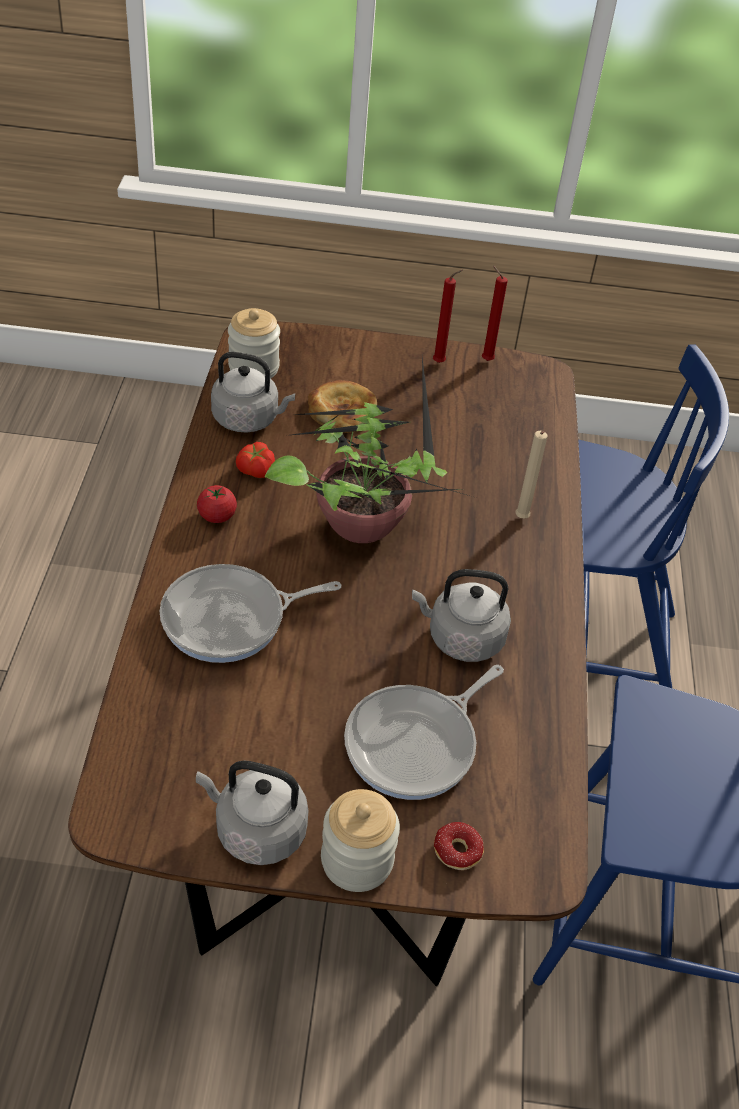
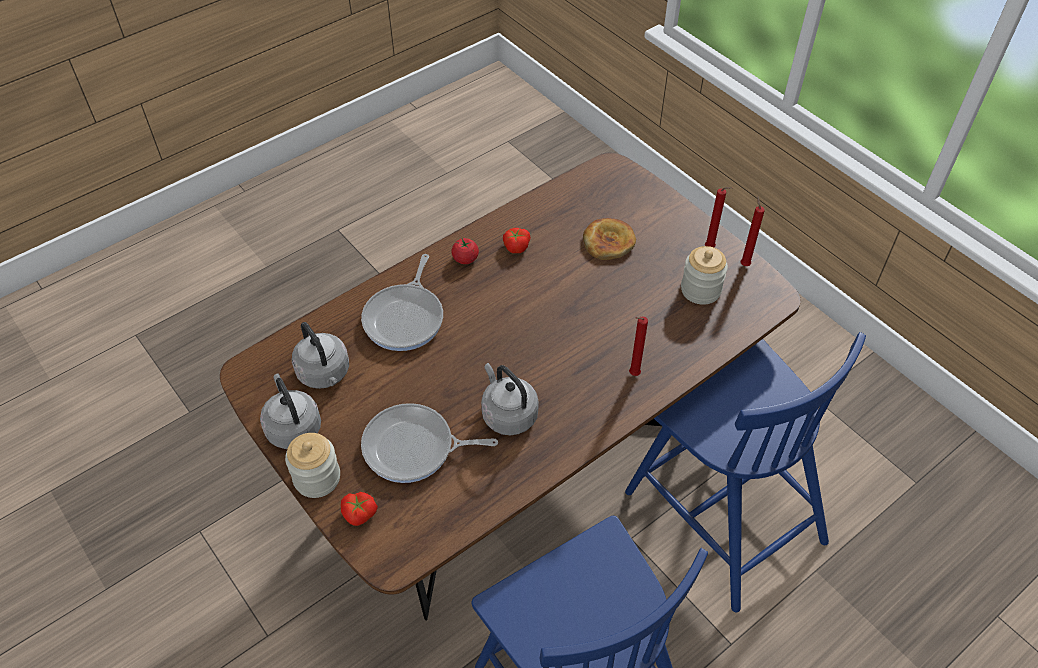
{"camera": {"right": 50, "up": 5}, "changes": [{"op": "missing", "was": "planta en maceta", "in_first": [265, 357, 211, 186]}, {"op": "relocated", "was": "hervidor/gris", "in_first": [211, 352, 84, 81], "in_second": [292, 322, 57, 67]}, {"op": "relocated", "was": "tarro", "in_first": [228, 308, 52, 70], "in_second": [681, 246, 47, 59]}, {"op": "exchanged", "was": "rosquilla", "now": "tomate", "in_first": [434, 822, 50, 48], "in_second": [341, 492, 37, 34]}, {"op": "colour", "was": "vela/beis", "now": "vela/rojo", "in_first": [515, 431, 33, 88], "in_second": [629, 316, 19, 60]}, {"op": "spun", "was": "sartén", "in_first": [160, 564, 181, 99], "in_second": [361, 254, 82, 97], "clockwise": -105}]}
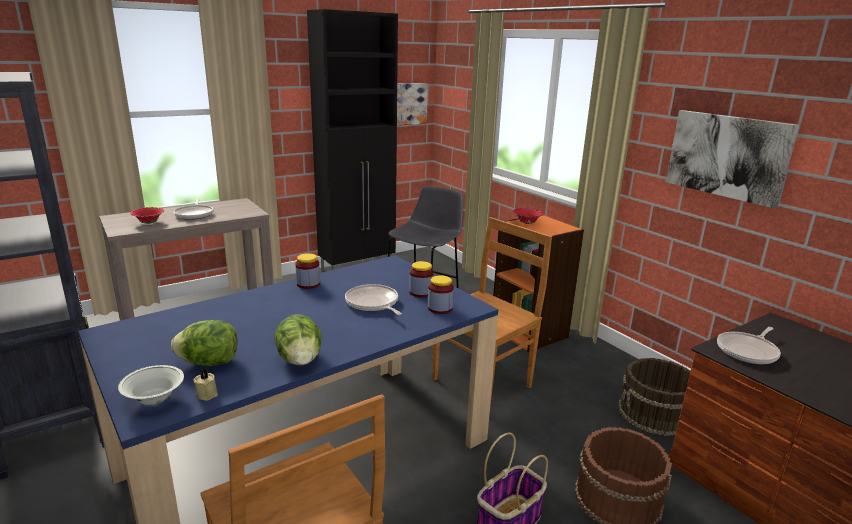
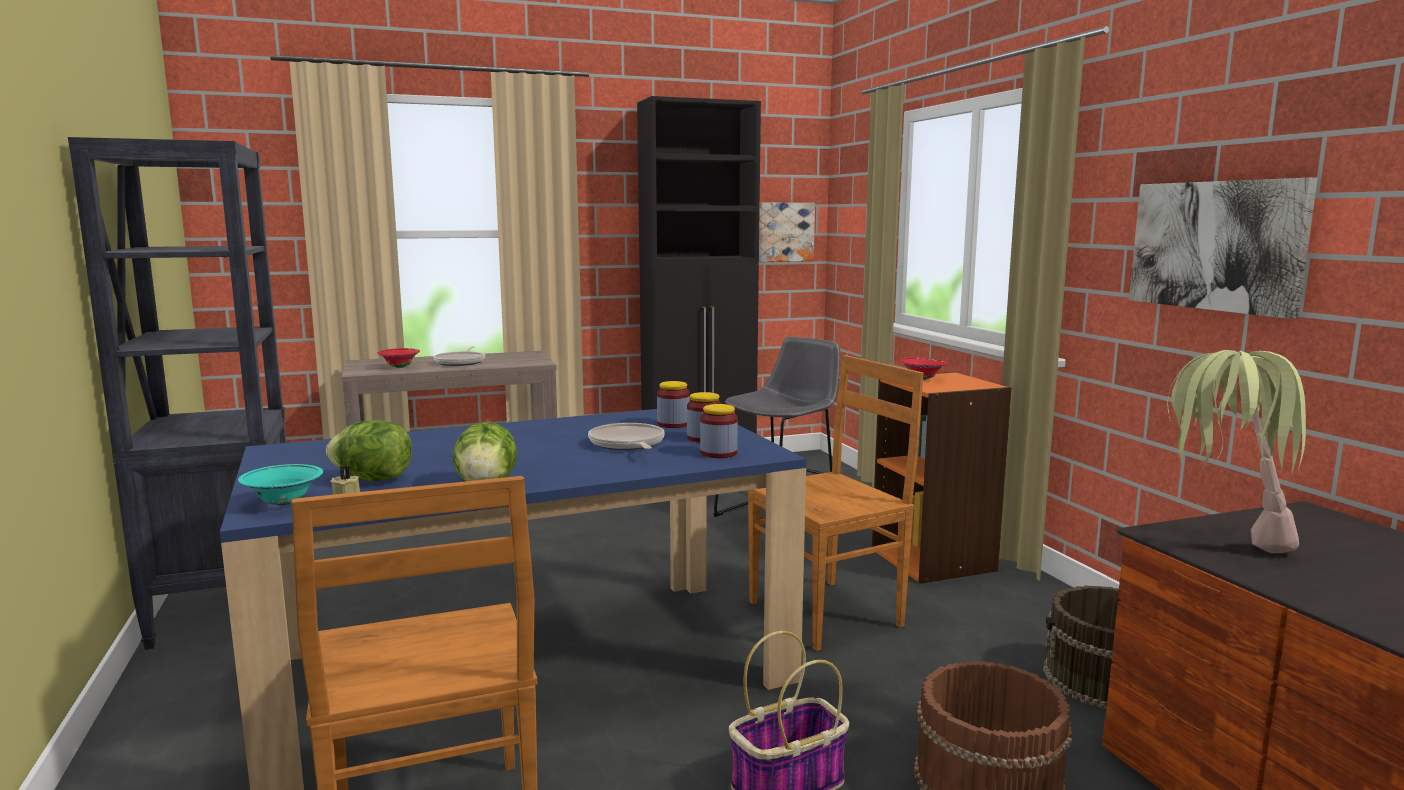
{"camera": {"right": 15, "up": -10}, "changes": [{"op": "relocated", "was": "tarro", "in_first": [295, 253, 25, 36], "in_second": [657, 381, 33, 47]}, {"op": "exchanged", "was": "sartén", "now": "planta en maceta", "in_first": [717, 327, 64, 37], "in_second": [1167, 350, 139, 203]}, {"op": "colour", "was": "cuenco/blanco", "now": "cuenco/turquesa", "in_first": [118, 365, 66, 40], "in_second": [238, 464, 85, 41]}]}
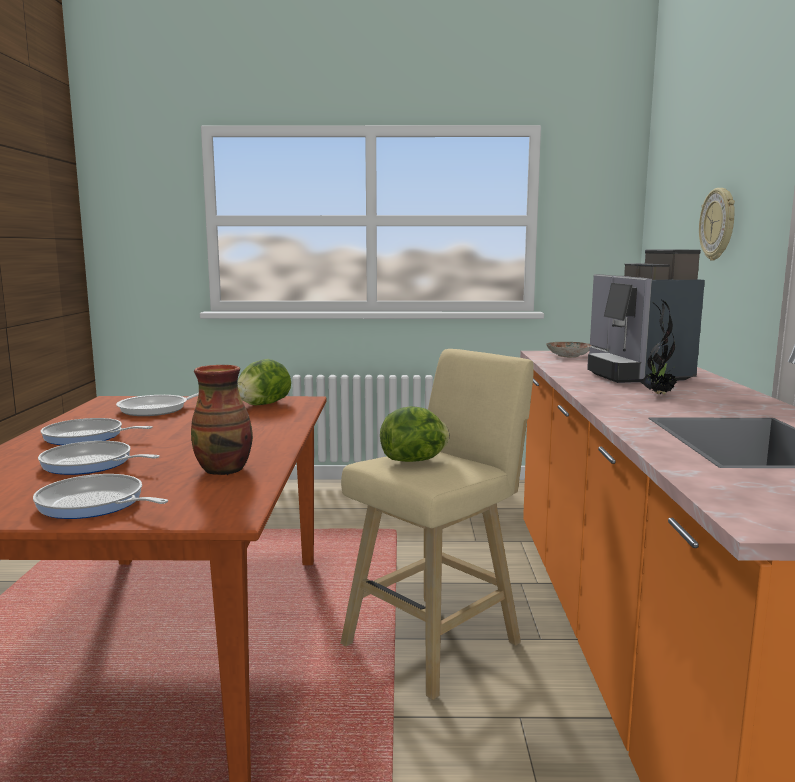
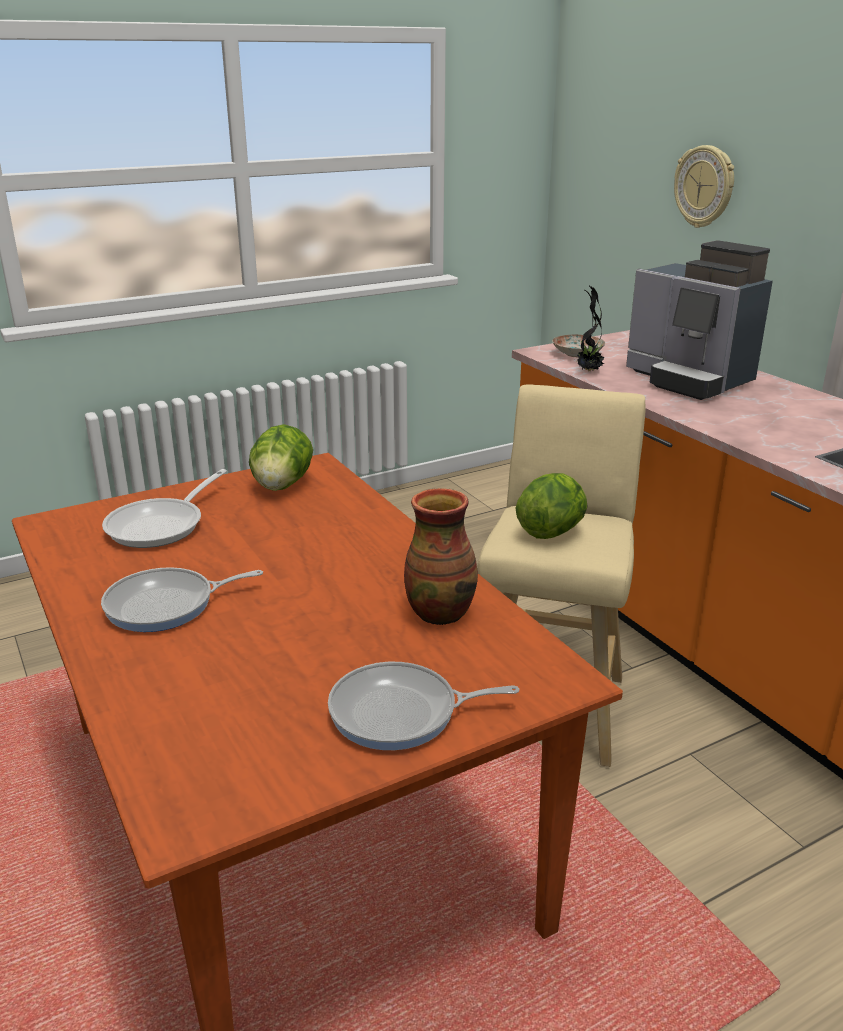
{"camera": {"right": -30, "up": 15}, "changes": [{"op": "missing", "was": "sartén", "in_first": [38, 441, 122, 34]}, {"op": "relocated", "was": "planta en maceta", "in_first": [641, 300, 36, 94], "in_second": [575, 286, 29, 85]}]}
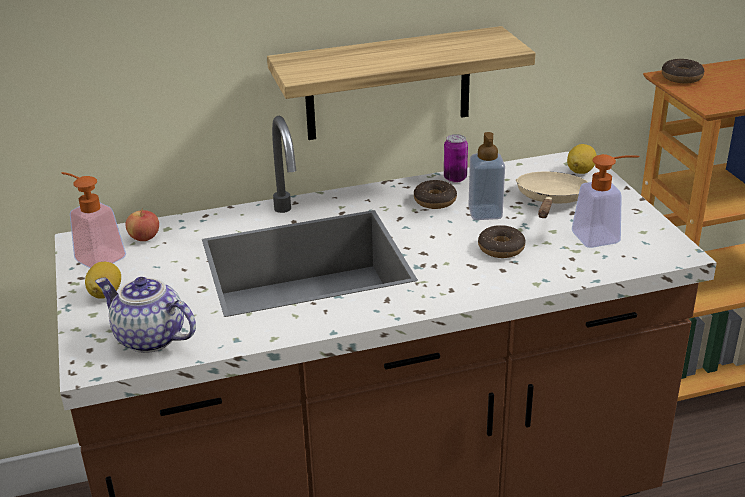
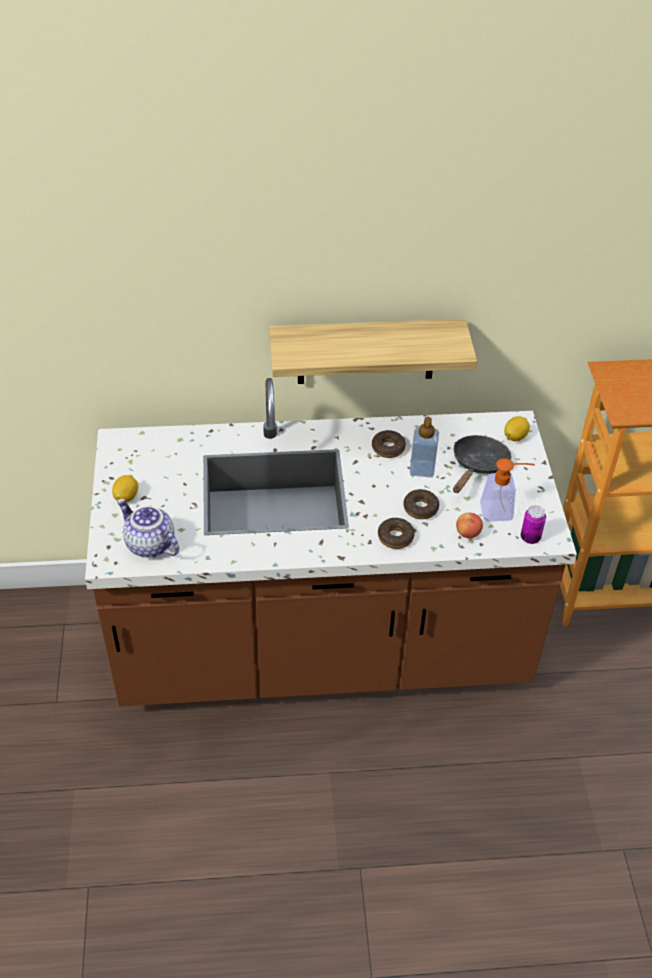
{"camera": {"right": 10, "up": 15}, "changes": [{"op": "missing", "was": "dispensador de jabón", "in_first": [62, 172, 64, 96]}, {"op": "relocated", "was": "manzana", "in_first": [125, 209, 34, 32], "in_second": [456, 512, 27, 26]}, {"op": "relocated", "was": "lata", "in_first": [444, 134, 24, 49], "in_second": [521, 505, 25, 39]}, {"op": "relocated", "was": "rosquilla", "in_first": [662, 58, 42, 25], "in_second": [378, 518, 37, 31]}, {"op": "colour", "was": "sartén/beis", "now": "sartén/negro", "in_first": [516, 172, 72, 46], "in_second": [453, 435, 58, 58]}]}
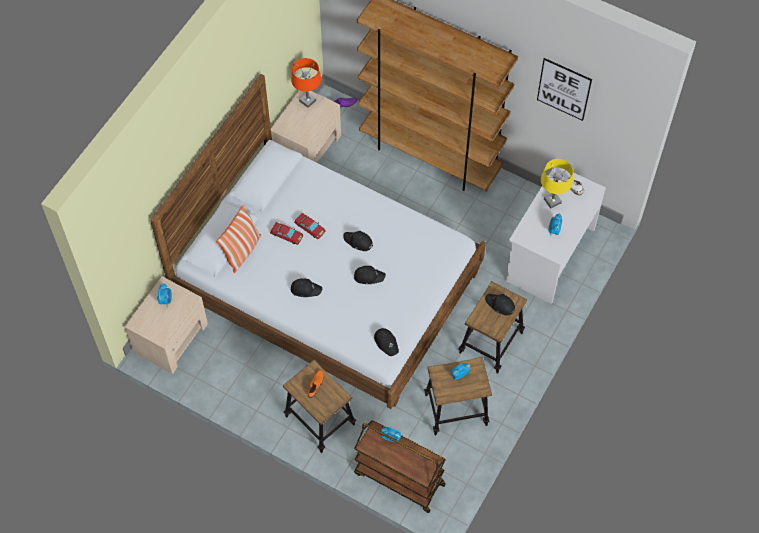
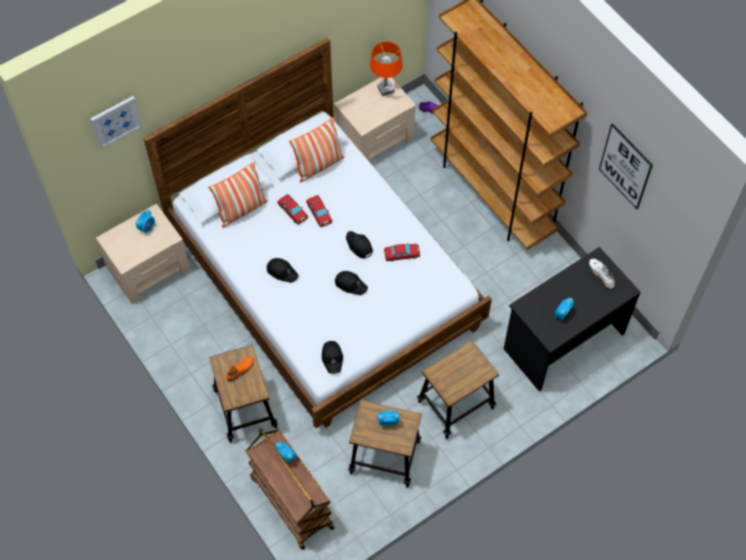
{"camera": {"right": 25, "up": 0}, "changes": [{"op": "missing", "was": "gorra/negro", "in_first": [486, 294, 29, 22]}, {"op": "missing", "was": "lámpara de mesa/amarillo", "in_first": [541, 159, 32, 50]}, {"op": "appeared", "now": "cuadro", "in_second": [90, 96, 52, 53]}, {"op": "appeared", "now": "cojín", "in_second": [289, 117, 56, 65]}, {"op": "appeared", "now": "coche de juguete/rojo", "in_second": [384, 243, 36, 18]}, {"op": "colour", "was": "escritorio/blanco", "now": "escritorio/negro", "in_first": [506, 167, 100, 137], "in_second": [504, 247, 137, 145]}]}
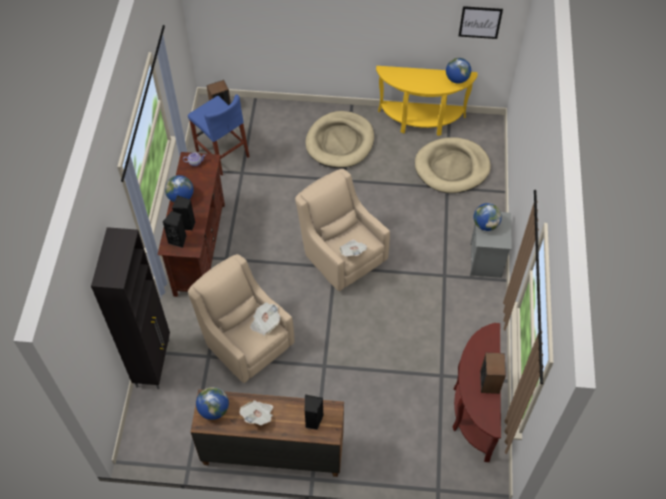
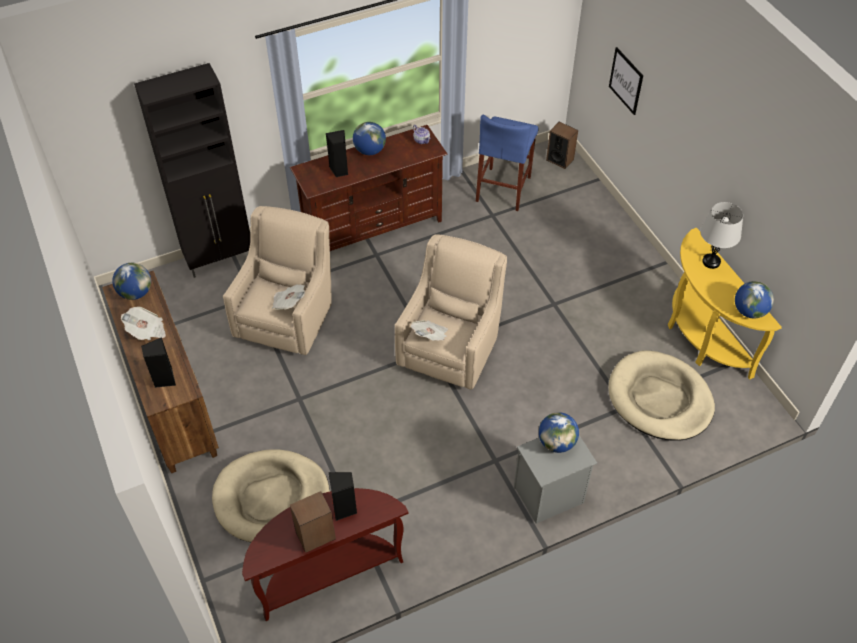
{"camera": {"right": 60, "up": -5}, "changes": [{"op": "appeared", "now": "lámpara de mesa/gris", "in_second": [700, 202, 43, 67]}, {"op": "relocated", "was": "altavoz/negro", "in_first": [163, 211, 23, 37], "in_second": [329, 472, 28, 49]}, {"op": "relocated", "was": "cama para perro/beis", "in_first": [305, 111, 69, 57], "in_second": [212, 450, 118, 92]}, {"op": "relocated", "was": "cuadro", "in_first": [459, 6, 44, 33], "in_second": [609, 47, 34, 68]}]}
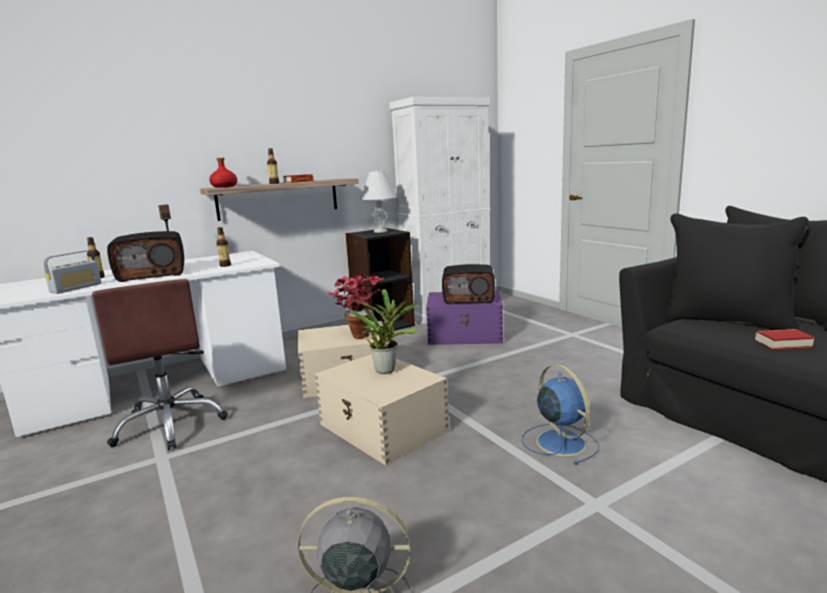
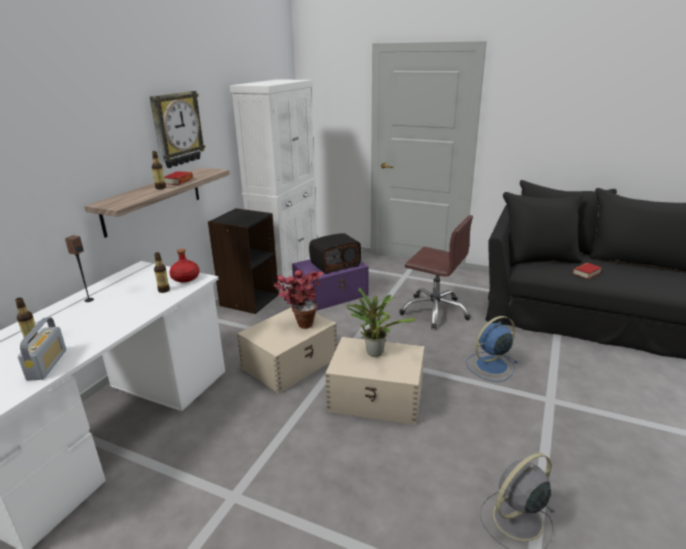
{"camera": {"right": -35, "up": 10}, "changes": [{"op": "missing", "was": "radio", "in_first": [107, 231, 77, 51]}, {"op": "missing", "was": "lámpara de mesa/blanco", "in_first": [360, 170, 37, 63]}, {"op": "appeared", "now": "reloj de pared", "in_second": [150, 91, 55, 77]}, {"op": "relocated", "was": "silla de oficina/marrón", "in_first": [92, 279, 136, 171], "in_second": [399, 215, 74, 115]}, {"op": "relocated", "was": "botella/rojo", "in_first": [209, 158, 28, 30], "in_second": [169, 249, 31, 34]}, {"op": "spun", "was": "ventilador/azul", "in_first": [522, 364, 77, 101], "in_second": [466, 316, 52, 66], "clockwise": -60}]}
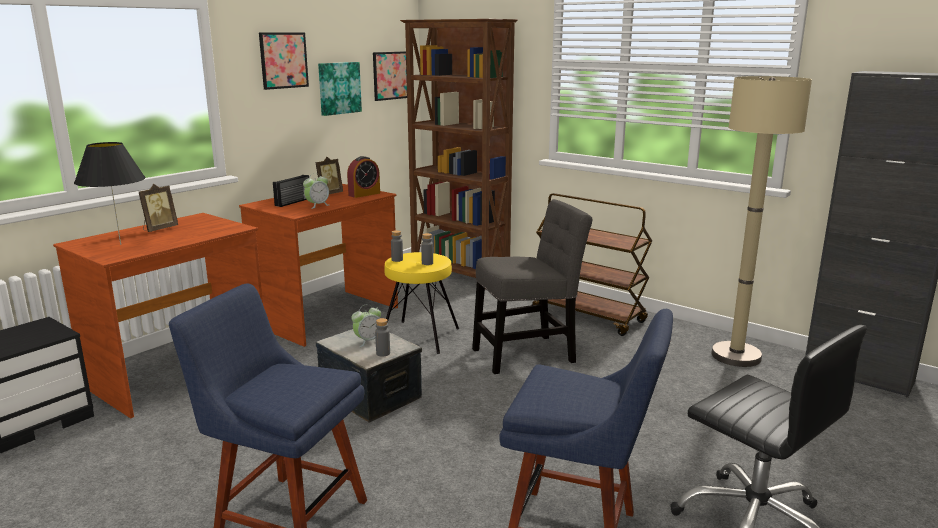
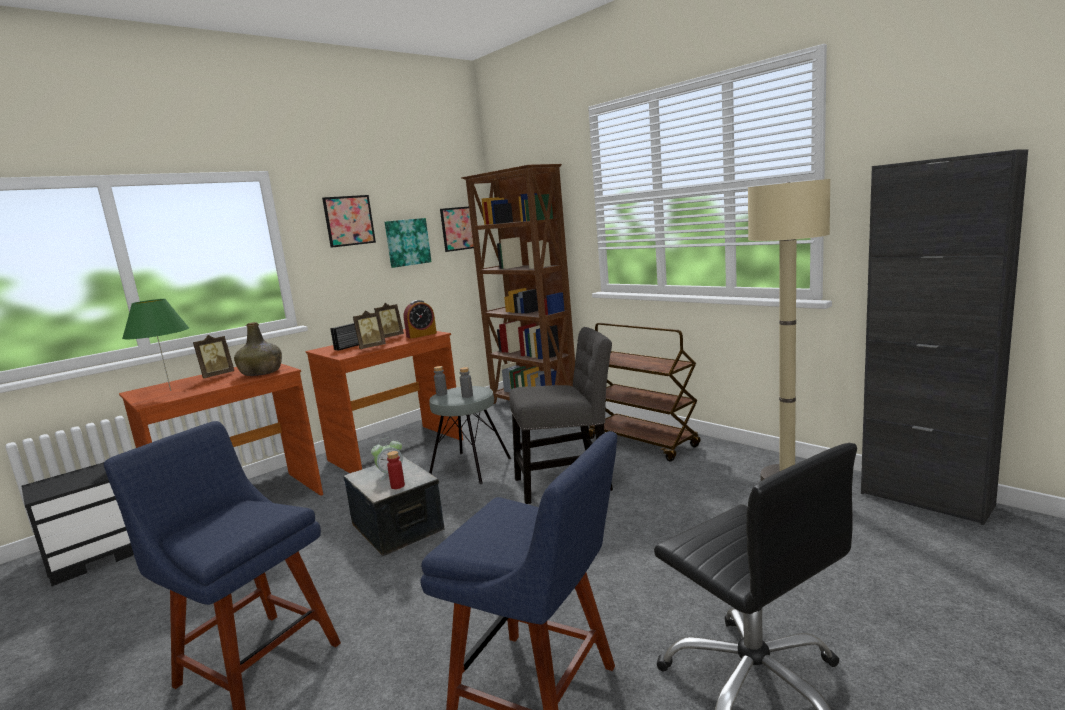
{"camera": {"right": 10, "up": -5}, "changes": [{"op": "appeared", "now": "botella/verde", "in_second": [234, 322, 48, 54]}, {"op": "exchanged", "was": "despertador", "now": "portarretratos", "in_first": [303, 173, 26, 36], "in_second": [353, 310, 33, 39]}, {"op": "colour", "was": "lámpara de mesa/negro", "now": "lámpara de mesa/verde", "in_first": [74, 142, 72, 103], "in_second": [122, 299, 67, 92]}, {"op": "colour", "was": "botella/gris", "now": "botella/rojo", "in_first": [375, 318, 15, 39], "in_second": [387, 451, 18, 38]}, {"op": "colour", "was": "taburete/amarillo", "now": "taburete/gris", "in_first": [384, 252, 75, 102], "in_second": [429, 386, 82, 98]}]}
